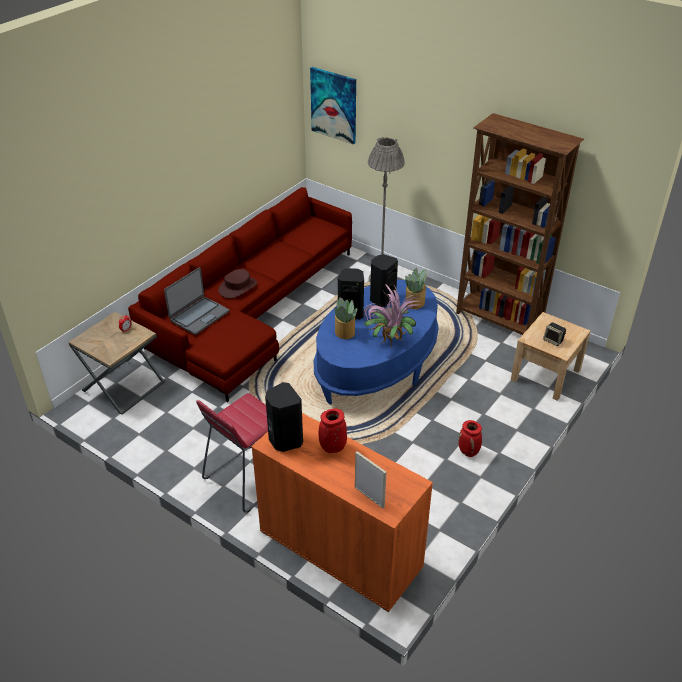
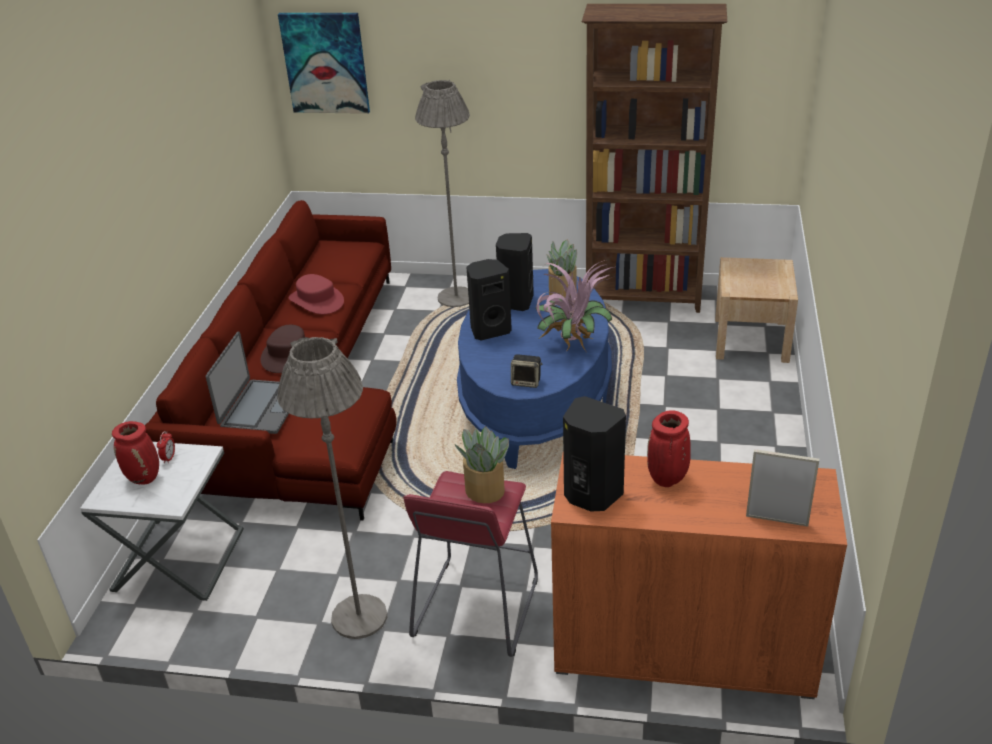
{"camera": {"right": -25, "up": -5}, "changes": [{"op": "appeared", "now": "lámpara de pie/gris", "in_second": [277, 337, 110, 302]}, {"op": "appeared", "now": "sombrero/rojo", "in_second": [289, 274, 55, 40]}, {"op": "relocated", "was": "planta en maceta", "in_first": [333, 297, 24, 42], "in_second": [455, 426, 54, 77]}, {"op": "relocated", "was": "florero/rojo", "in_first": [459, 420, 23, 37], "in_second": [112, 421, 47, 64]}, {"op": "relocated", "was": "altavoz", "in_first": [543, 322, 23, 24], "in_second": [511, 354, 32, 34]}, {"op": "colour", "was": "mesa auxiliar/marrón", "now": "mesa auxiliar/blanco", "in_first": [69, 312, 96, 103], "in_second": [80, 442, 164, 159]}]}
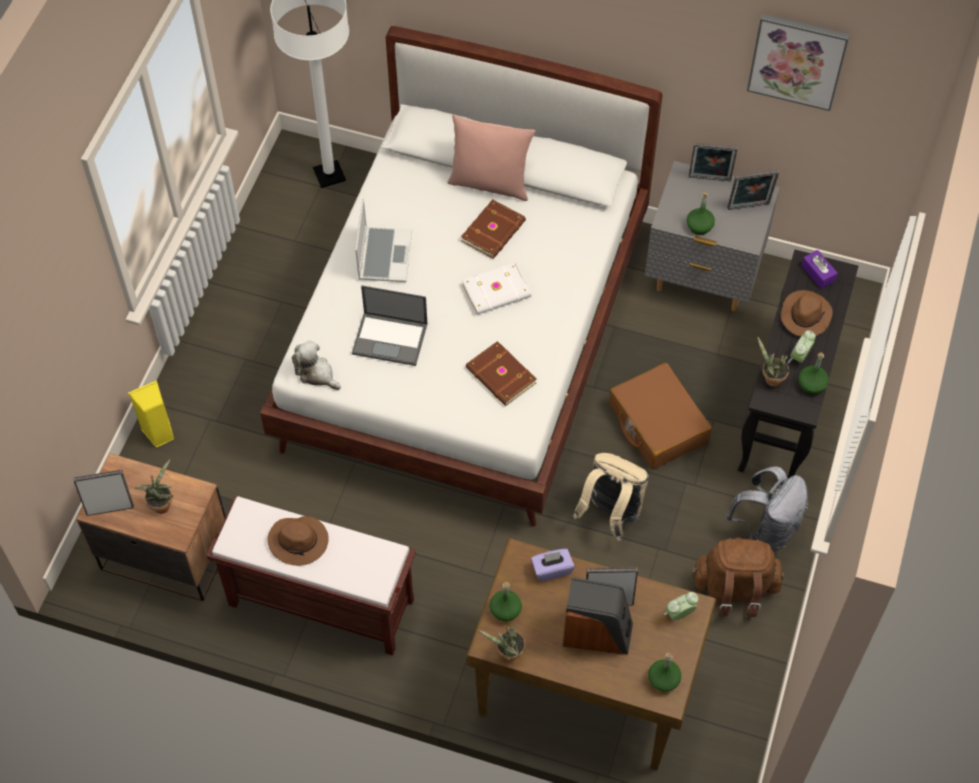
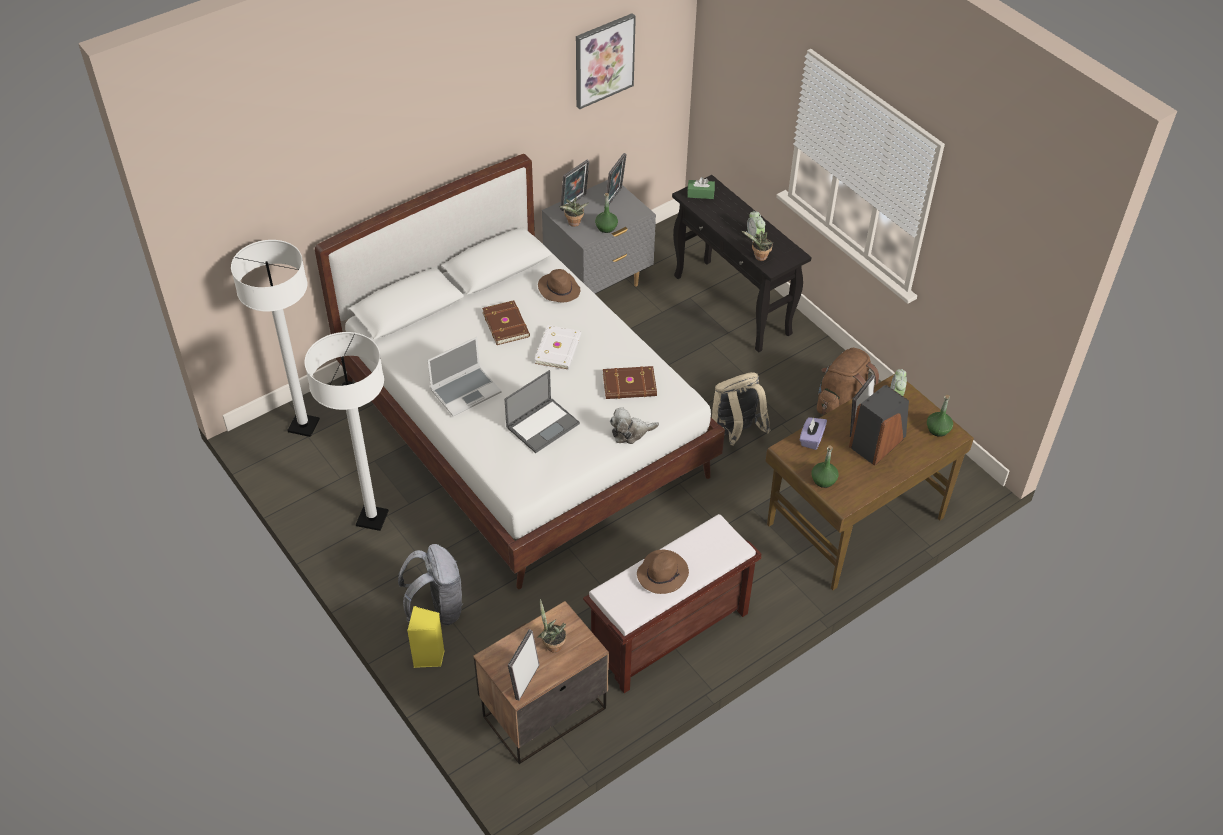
{"camera": {"right": -55, "up": -10}, "changes": [{"op": "missing", "was": "cojín/rosa", "in_first": [448, 115, 87, 86]}, {"op": "missing", "was": "maleta/marrón", "in_first": [609, 363, 103, 106]}, {"op": "missing", "was": "botella/verde", "in_first": [798, 352, 31, 42]}, {"op": "appeared", "now": "lámpara de pie/blanco", "in_second": [304, 332, 85, 199]}, {"op": "relocated", "was": "peluche", "in_first": [292, 341, 49, 49], "in_second": [610, 407, 49, 37]}, {"op": "relocated", "was": "planta en maceta", "in_first": [478, 625, 47, 36], "in_second": [559, 197, 30, 30]}, {"op": "relocated", "was": "mochila/gris", "in_first": [726, 466, 82, 87], "in_second": [398, 544, 65, 81]}, {"op": "relocated", "was": "sombrero/marrón", "in_first": [781, 290, 52, 46], "in_second": [538, 269, 42, 33]}, {"op": "colour", "was": "caja de pañuelos/morado", "now": "caja de pañuelos/verde", "in_first": [801, 250, 37, 39], "in_second": [687, 177, 28, 22]}, {"op": "spun", "was": "portátil", "in_first": [355, 198, 57, 84], "in_second": [427, 337, 75, 79], "clockwise": 105}]}
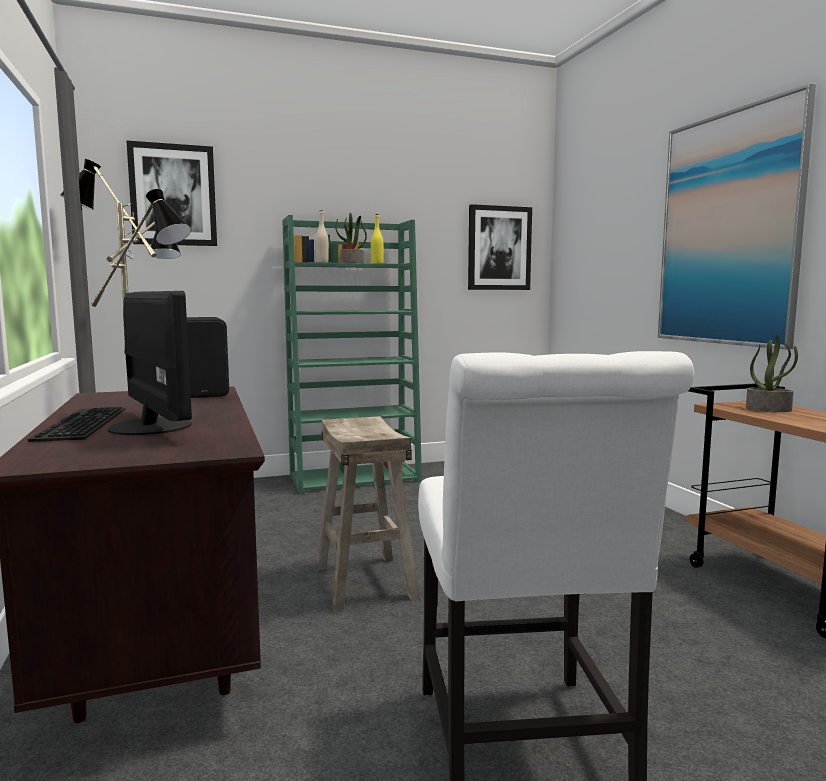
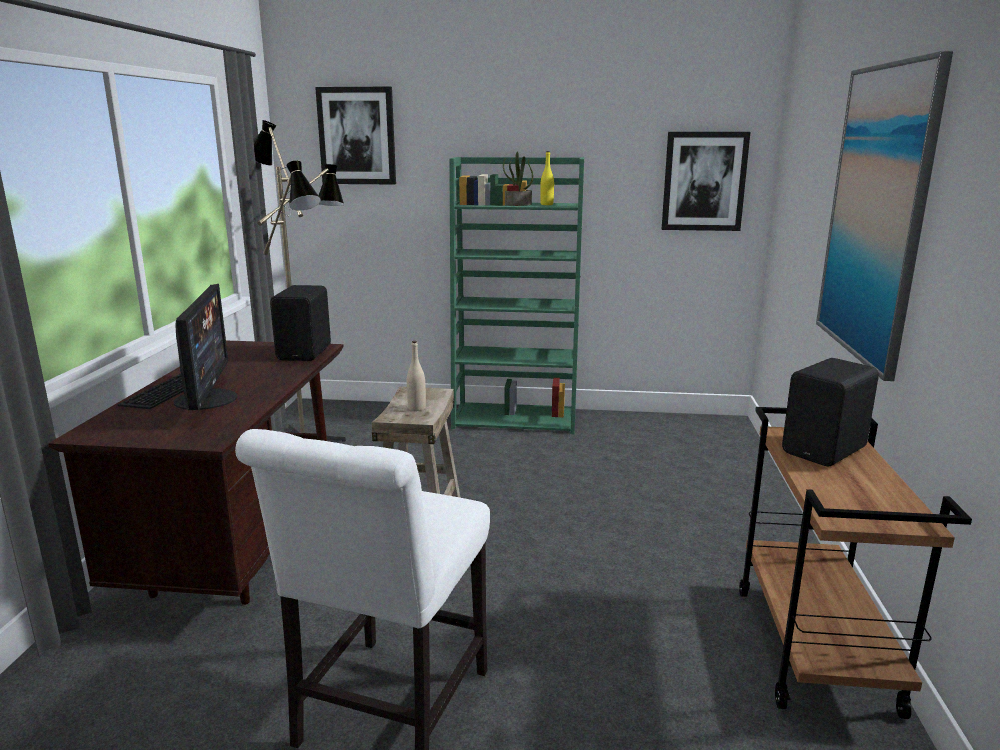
{"camera": {"right": 25, "up": 10}, "changes": [{"op": "relocated", "was": "botella/beis", "in_first": [316, 210, 13, 53], "in_second": [407, 341, 19, 70]}, {"op": "exchanged", "was": "planta en maceta", "now": "altavoz/negro", "in_first": [746, 335, 52, 77], "in_second": [782, 358, 97, 109]}]}
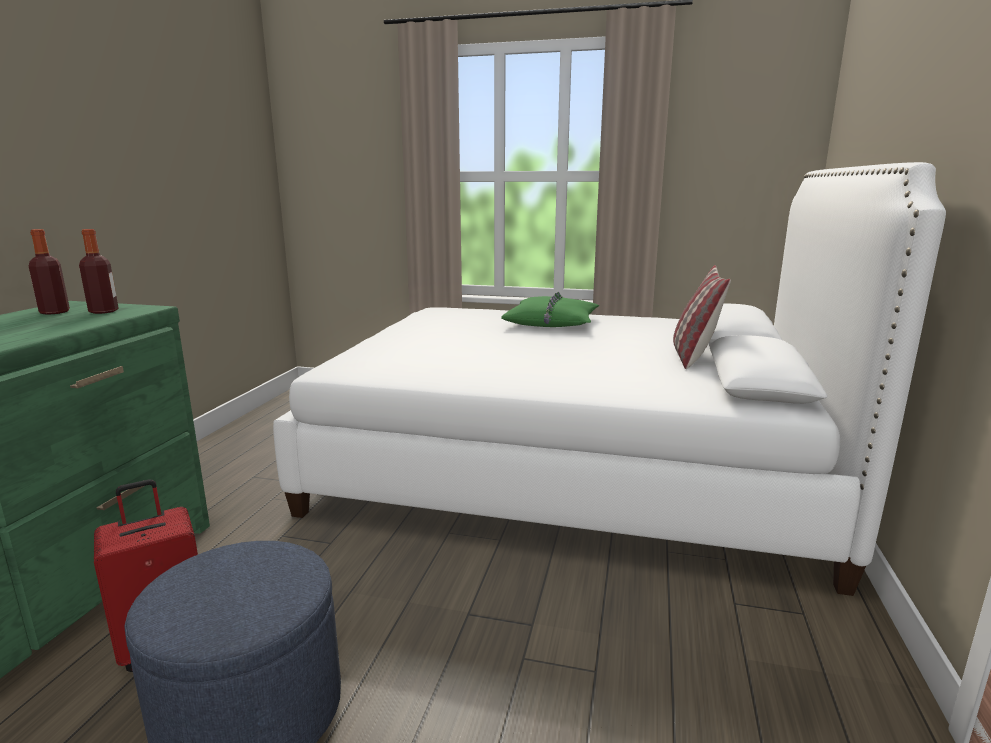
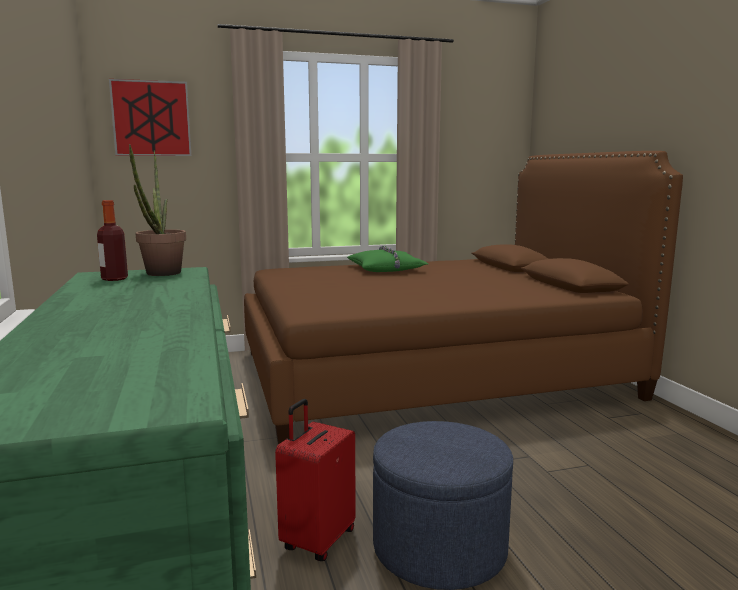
{"camera": {"right": -30, "up": -5}, "changes": [{"op": "missing", "was": "cojín", "in_first": [673, 265, 58, 104]}, {"op": "appeared", "now": "cuadro", "in_second": [109, 79, 82, 77]}, {"op": "exchanged", "was": "botella", "now": "planta en maceta", "in_first": [79, 229, 40, 85], "in_second": [129, 144, 57, 132]}, {"op": "colour", "was": "cama/blanco", "now": "cama/marrón", "in_first": [273, 162, 673, 434], "in_second": [244, 151, 439, 294]}]}
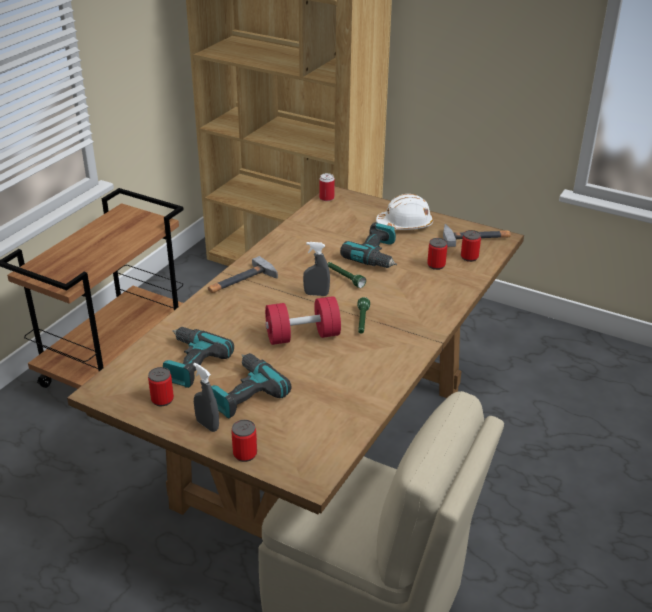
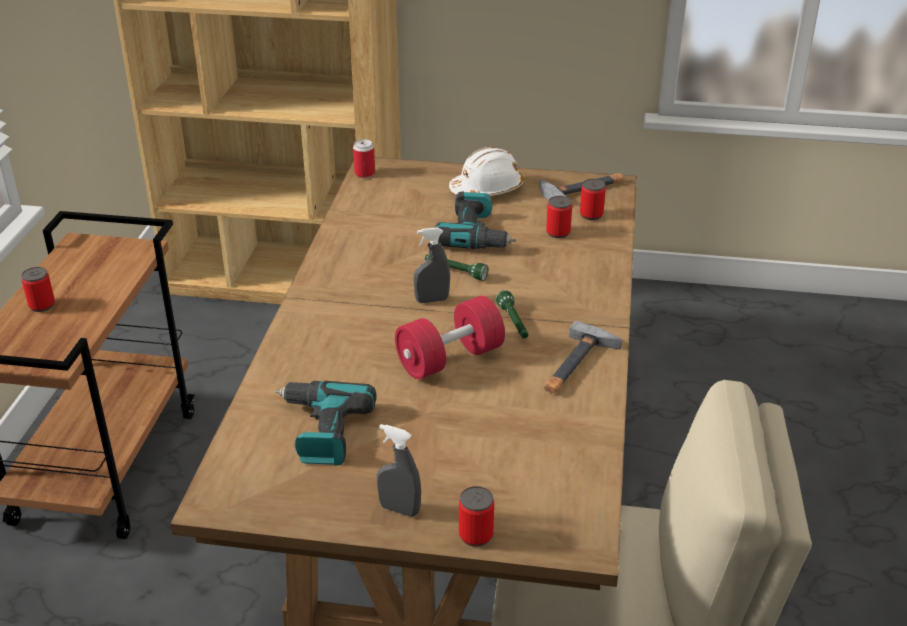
{"camera": {"right": -20, "up": 0}, "changes": [{"op": "missing", "was": "taladro", "in_first": [211, 353, 81, 65]}, {"op": "relocated", "was": "lata", "in_first": [148, 367, 26, 39], "in_second": [21, 267, 34, 45]}, {"op": "relocated", "was": "martillo", "in_first": [208, 256, 70, 37], "in_second": [544, 321, 78, 73]}]}
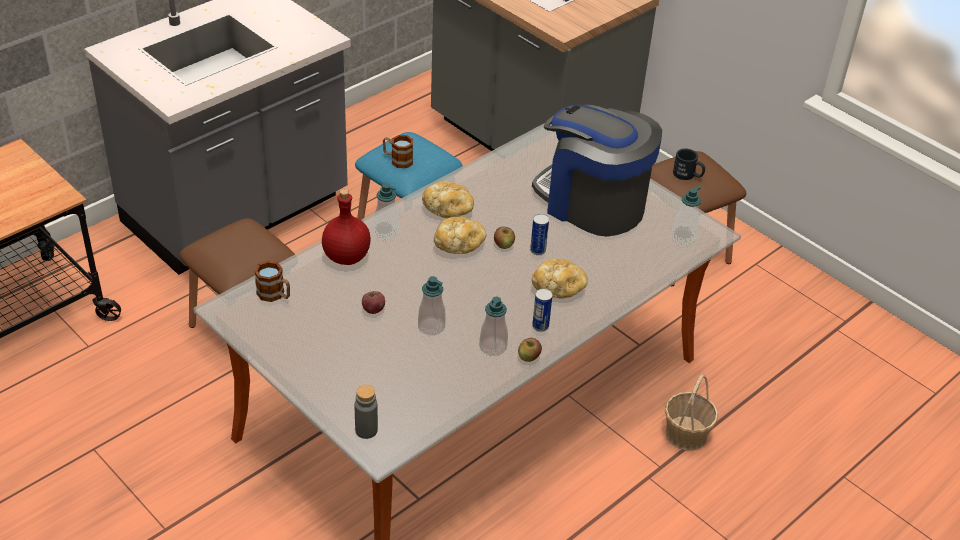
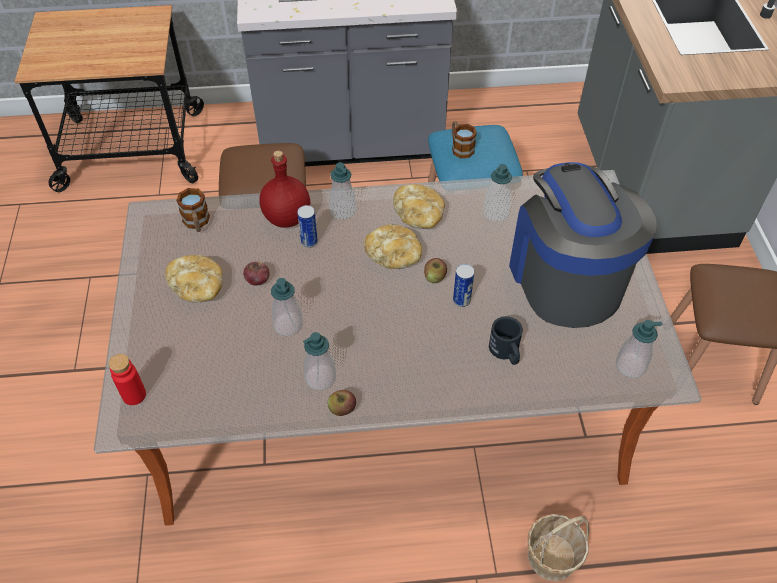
{"camera": {"right": 40, "up": 10}, "changes": [{"op": "appeared", "now": "dispensador de jabón", "in_second": [483, 164, 29, 57]}, {"op": "relocated", "was": "pan", "in_first": [532, 259, 56, 40], "in_second": [165, 255, 58, 47]}, {"op": "relocated", "was": "lata", "in_first": [532, 289, 21, 43], "in_second": [297, 205, 21, 43]}, {"op": "relocated", "was": "taza grande/negro", "in_first": [673, 148, 32, 32], "in_second": [489, 316, 34, 49]}, {"op": "colour", "was": "botella/gris", "now": "botella/rojo", "in_first": [355, 385, 23, 54], "in_second": [108, 354, 38, 51]}]}
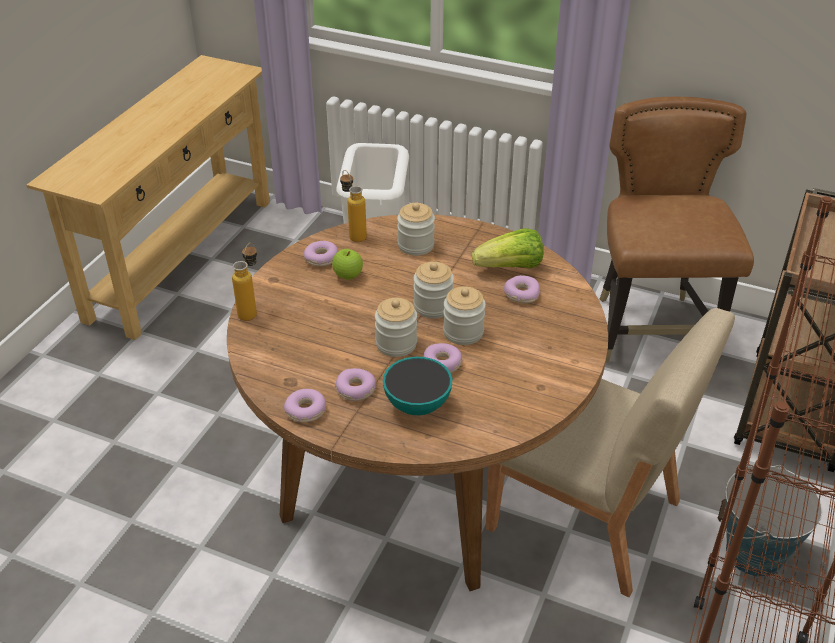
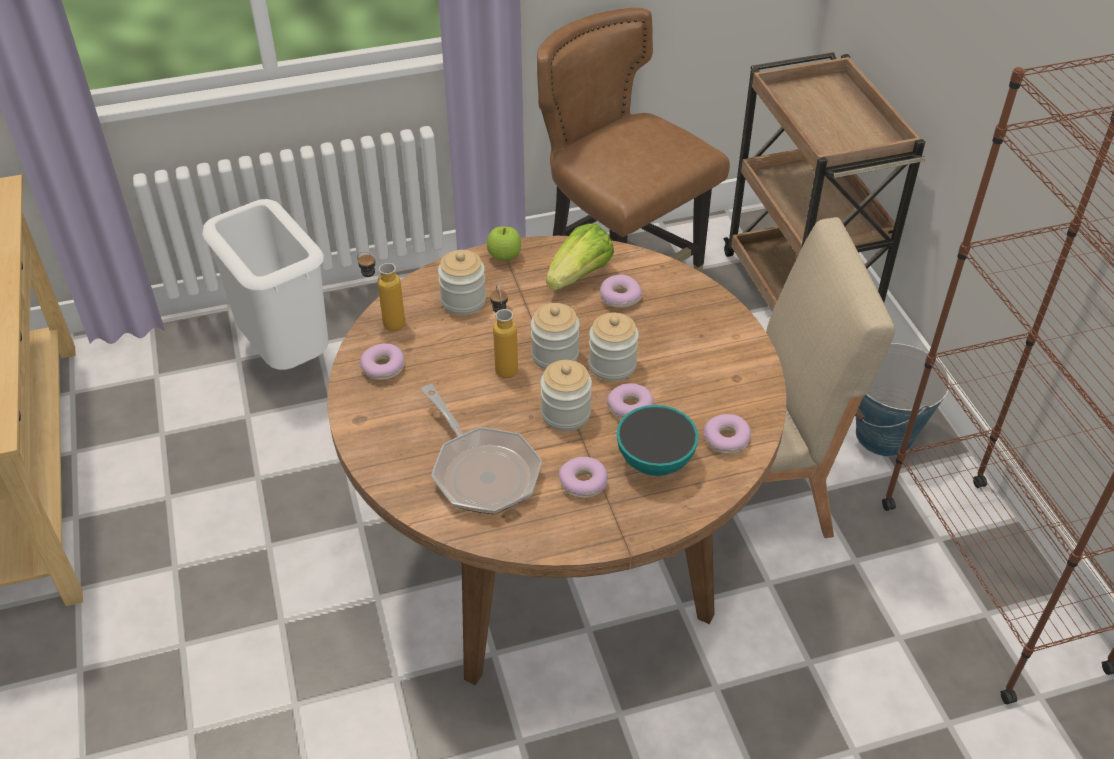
{"camera": {"right": -40, "up": 5}, "changes": [{"op": "appeared", "now": "sartén", "in_second": [421, 384, 121, 130]}, {"op": "relocated", "was": "botella", "in_first": [232, 242, 25, 79], "in_second": [490, 285, 28, 93]}, {"op": "relocated", "was": "rosquilla", "in_first": [284, 389, 42, 34], "in_second": [703, 414, 48, 40]}, {"op": "relocated", "was": "manzana", "in_first": [332, 249, 31, 31], "in_second": [487, 227, 34, 34]}]}
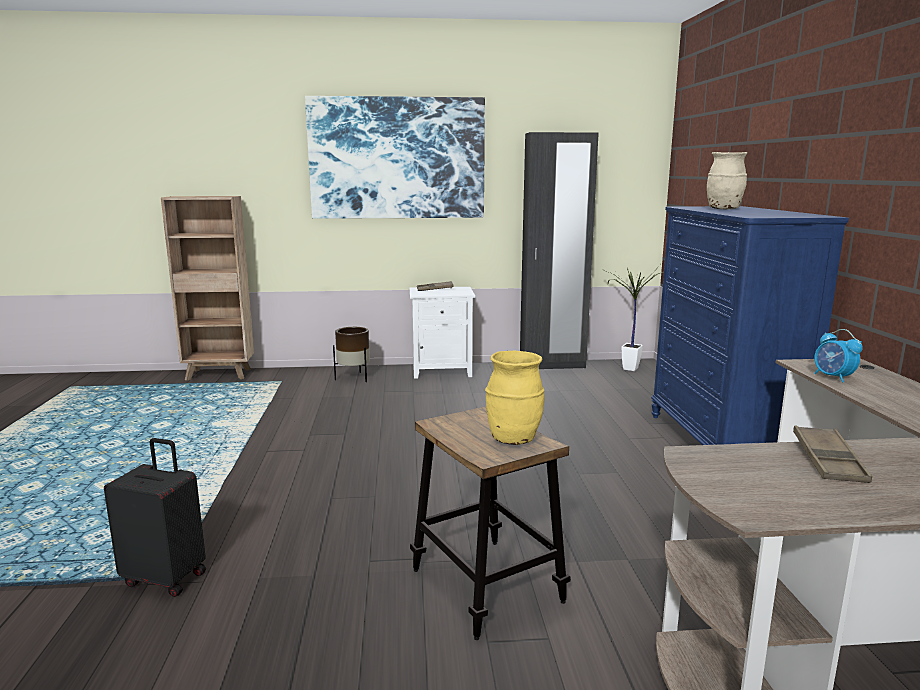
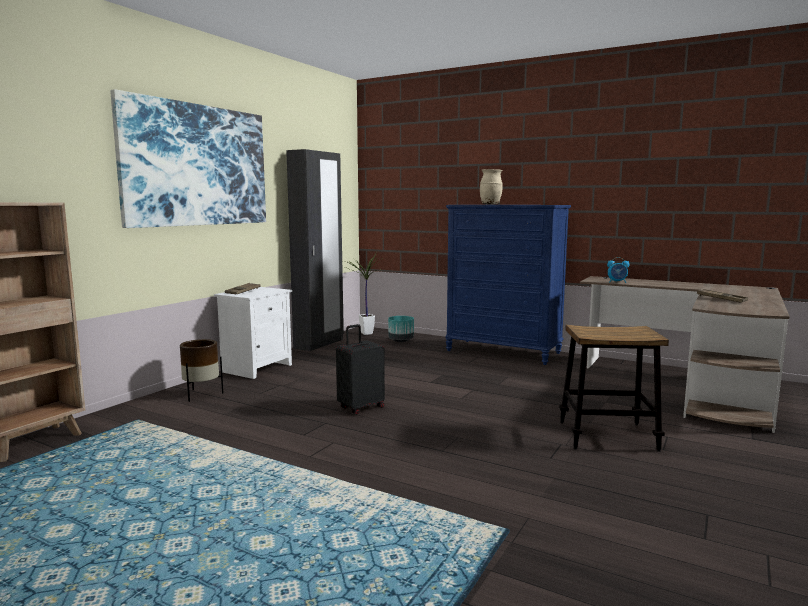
{"camera": {"right": -55, "up": -5}, "changes": [{"op": "missing", "was": "florero/amarillo", "in_first": [485, 350, 59, 95]}, {"op": "appeared", "now": "maceta/turquesa", "in_second": [388, 316, 26, 26]}, {"op": "relocated", "was": "maleta/negro", "in_first": [104, 438, 102, 159], "in_second": [336, 324, 49, 90]}]}
